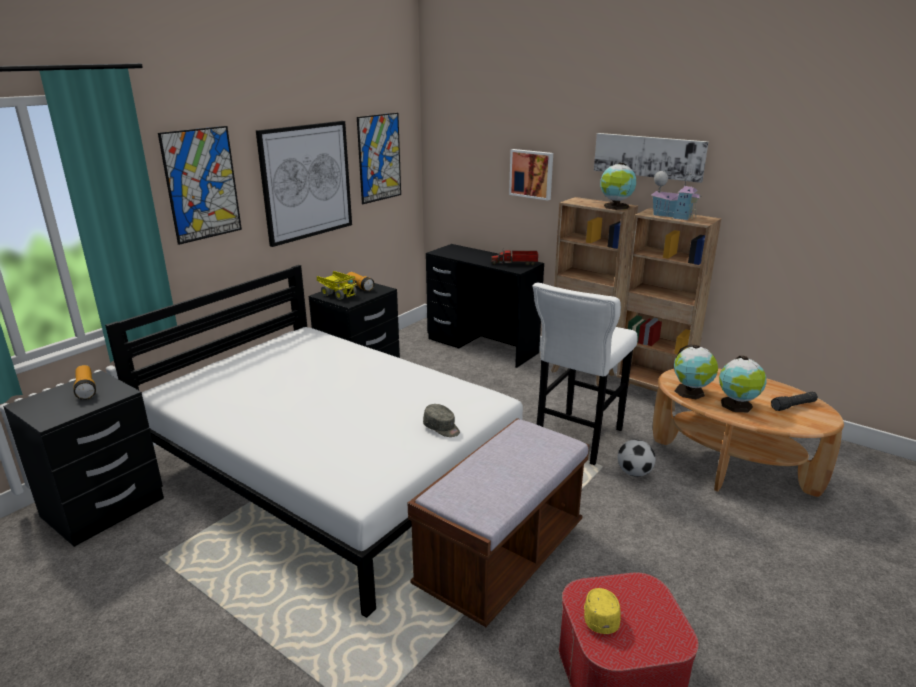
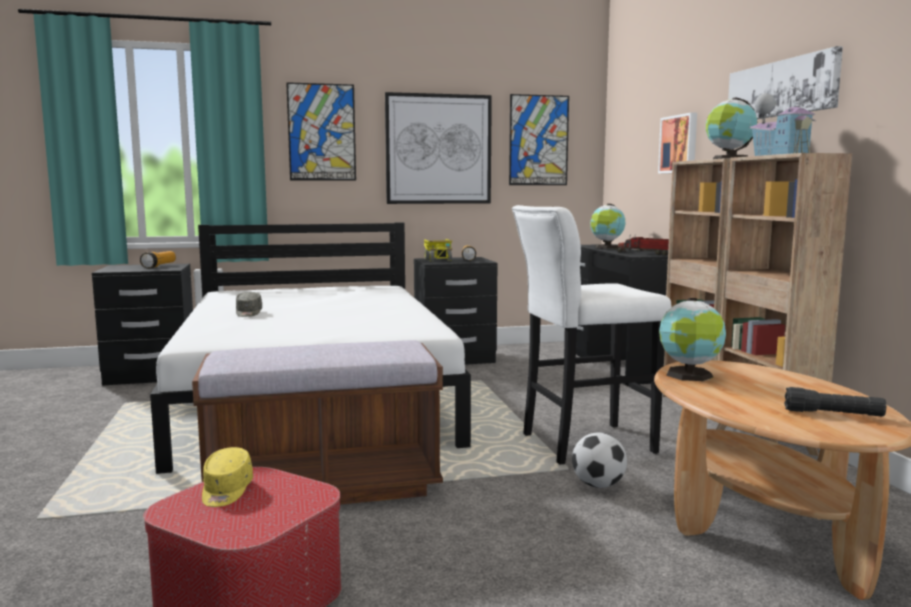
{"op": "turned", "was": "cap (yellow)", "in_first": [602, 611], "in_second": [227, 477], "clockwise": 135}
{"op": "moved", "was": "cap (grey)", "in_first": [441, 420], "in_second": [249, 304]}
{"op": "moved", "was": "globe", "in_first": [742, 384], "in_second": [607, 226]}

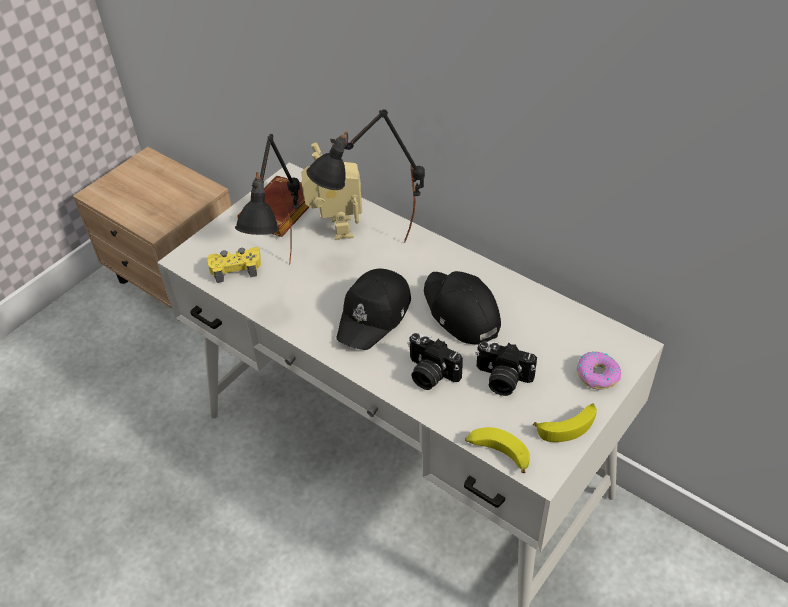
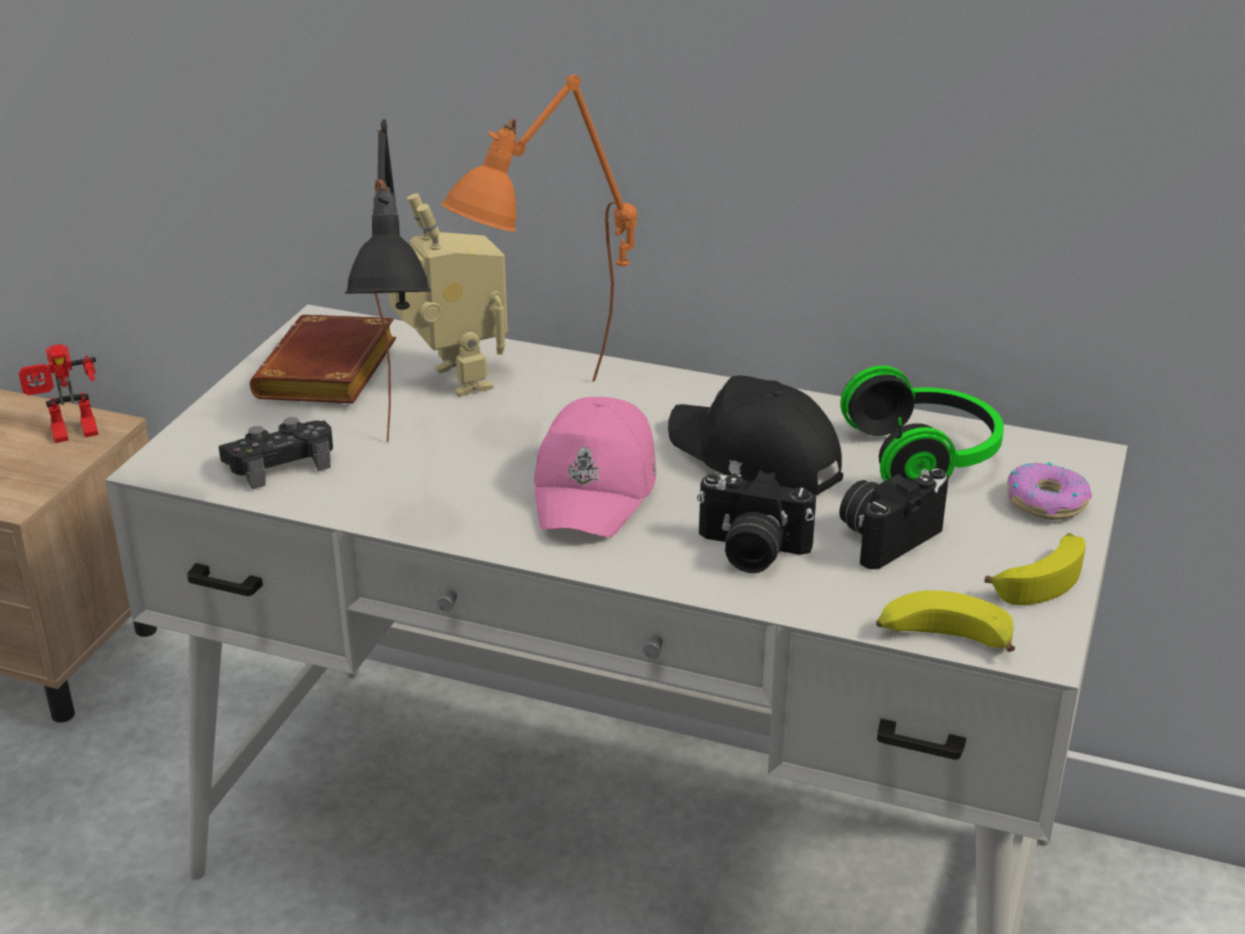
{"op": "added", "now": "toy robot", "in_second": [58, 393]}
{"op": "recoloured", "was": "game controller (yellow)", "now": "game controller (black)", "in_first": [234, 265], "in_second": [276, 453]}
{"op": "recoloured", "was": "table lamp (black)", "now": "table lamp (orange)", "in_first": [365, 175], "in_second": [539, 228]}
{"op": "recoloured", "was": "cap (black)", "now": "cap (pink)", "in_first": [373, 309], "in_second": [595, 467]}
{"op": "added", "now": "headphones", "in_second": [922, 423]}
{"op": "turned", "was": "photo camera", "in_first": [506, 368], "in_second": [894, 518], "clockwise": 135}

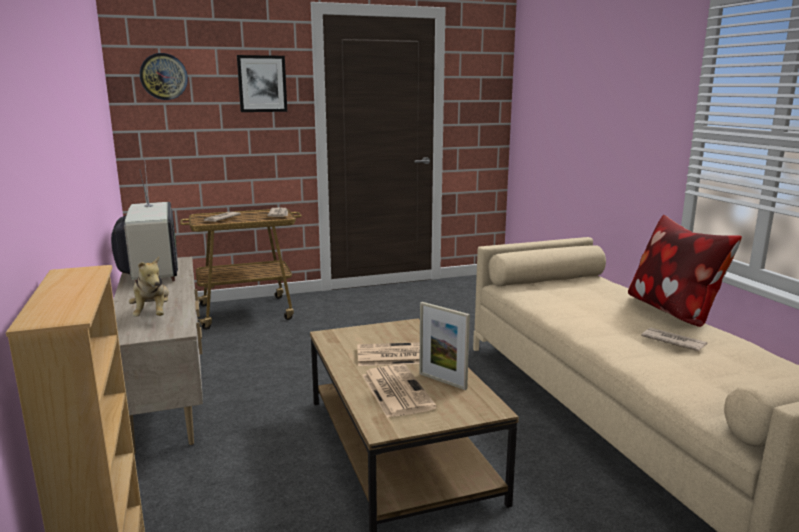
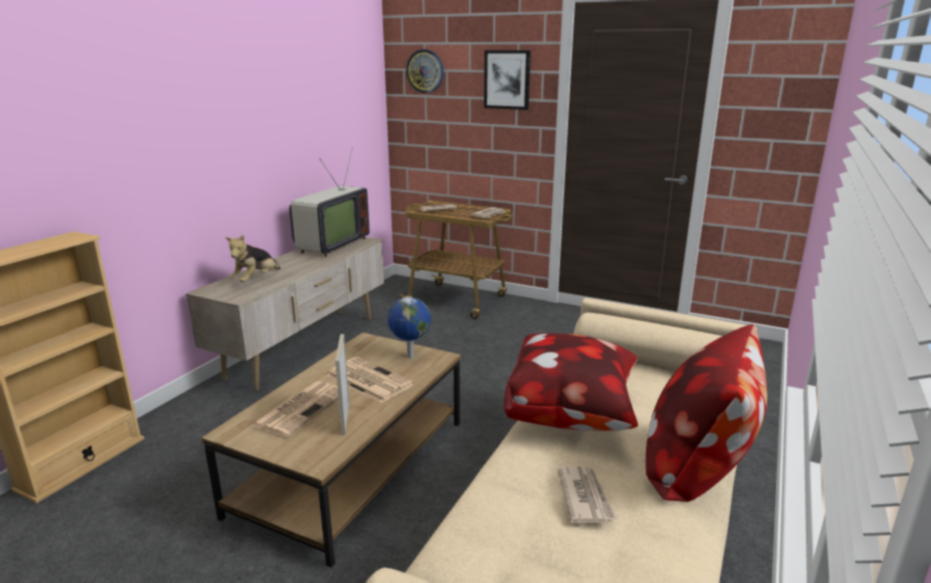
{"op": "added", "now": "globe", "in_second": [409, 327]}
{"op": "added", "now": "pillow", "in_second": [571, 382]}

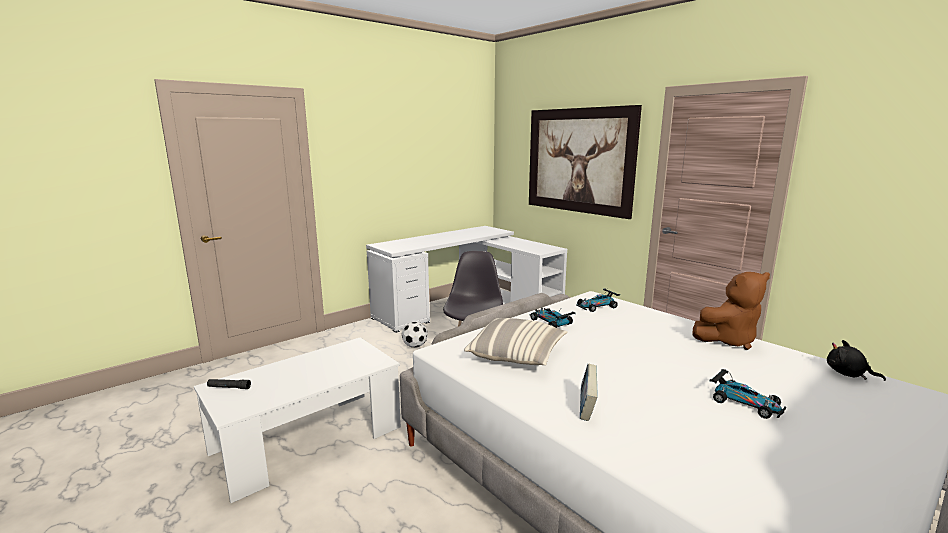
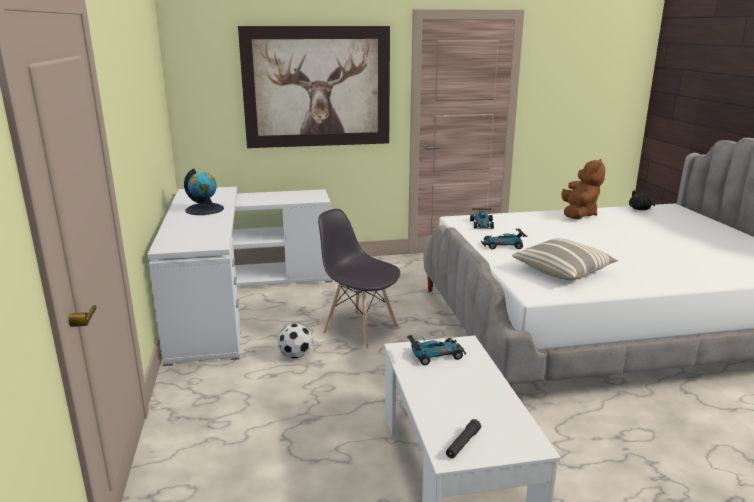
{"op": "added", "now": "globe", "in_second": [204, 192]}
{"op": "moved", "was": "toy car", "in_first": [748, 394], "in_second": [436, 350]}
{"op": "removed", "was": "book", "in_first": [588, 392]}

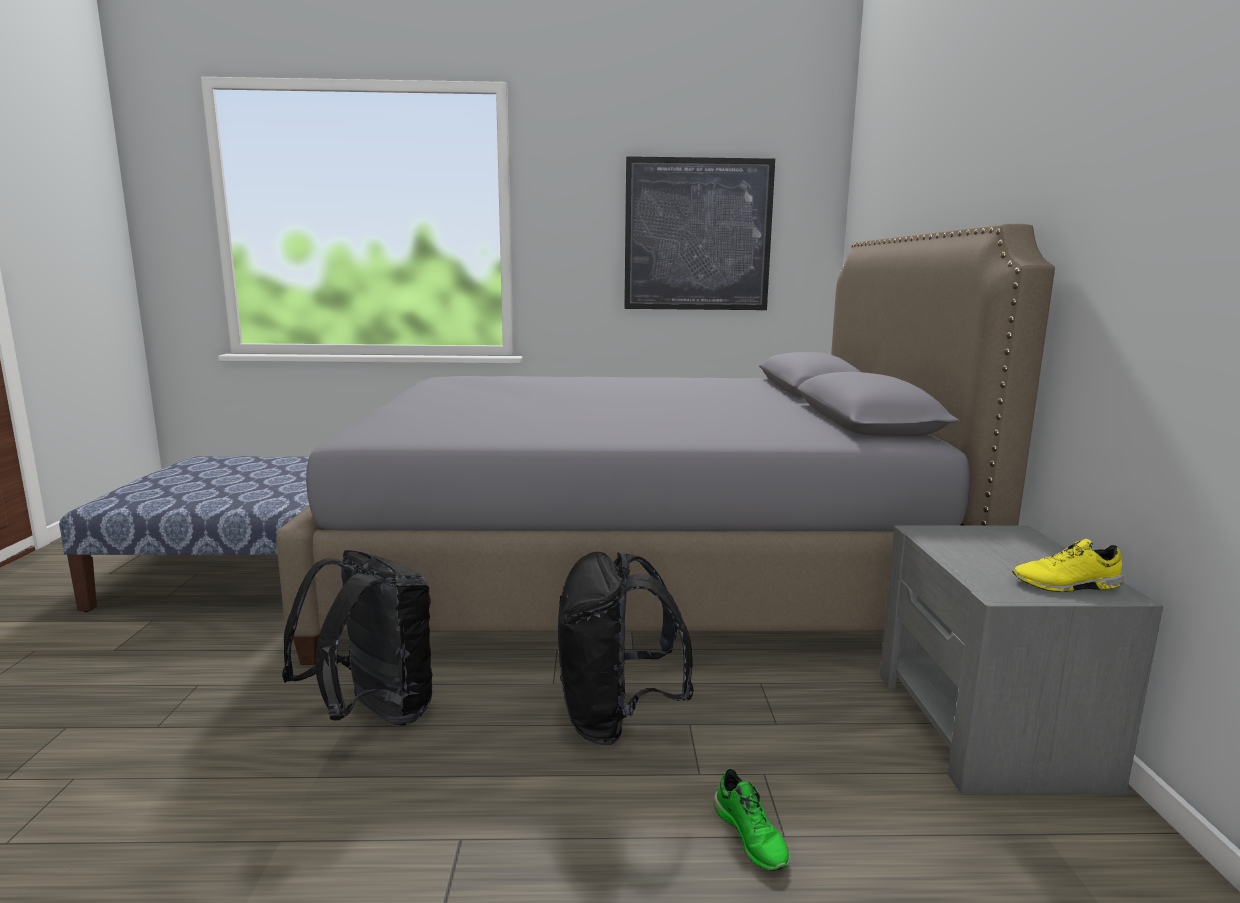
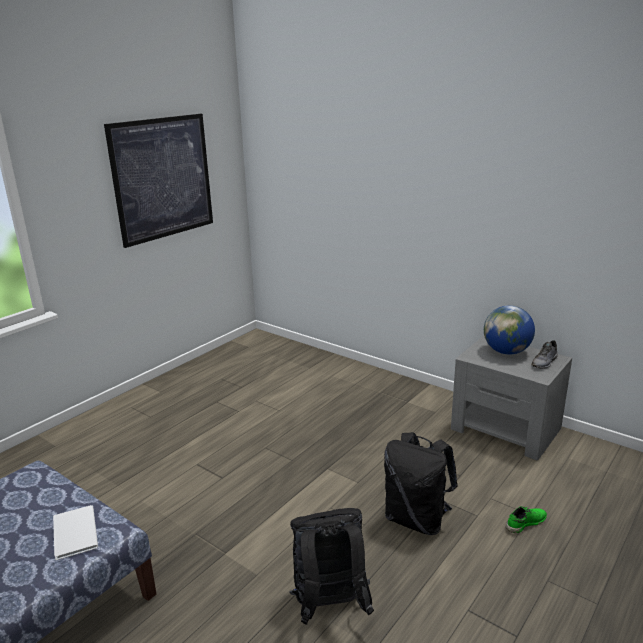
{"op": "added", "now": "book (white)", "in_second": [75, 532]}
{"op": "added", "now": "globe", "in_second": [509, 330]}
{"op": "turned", "was": "shoe (green)", "in_first": [751, 819], "in_second": [526, 519], "clockwise": -45}
{"op": "recoloured", "was": "shoe (yellow)", "now": "shoe (grey)", "in_first": [1068, 565], "in_second": [544, 354]}
{"op": "removed", "was": "bed (grey)", "in_first": [665, 444]}

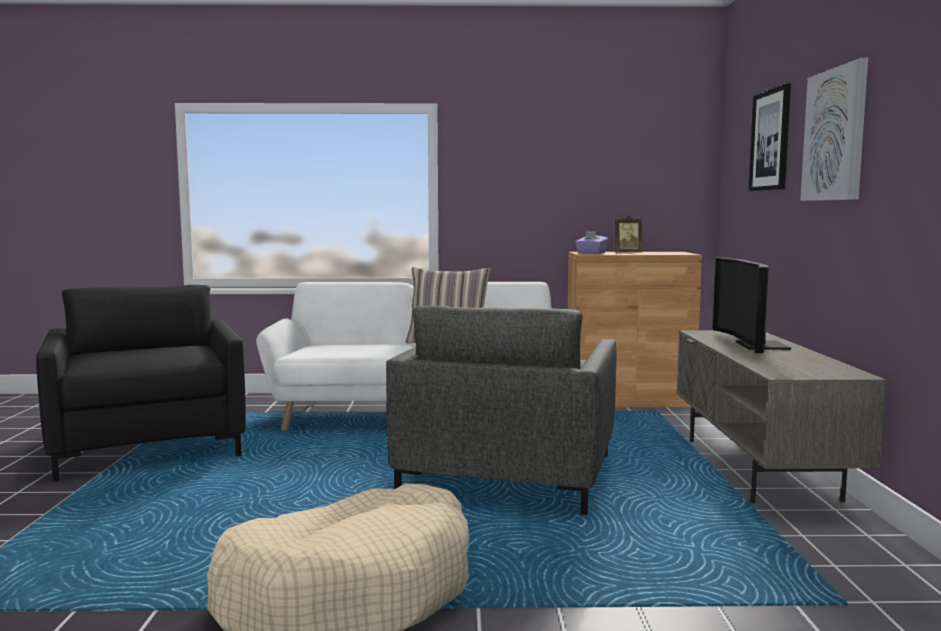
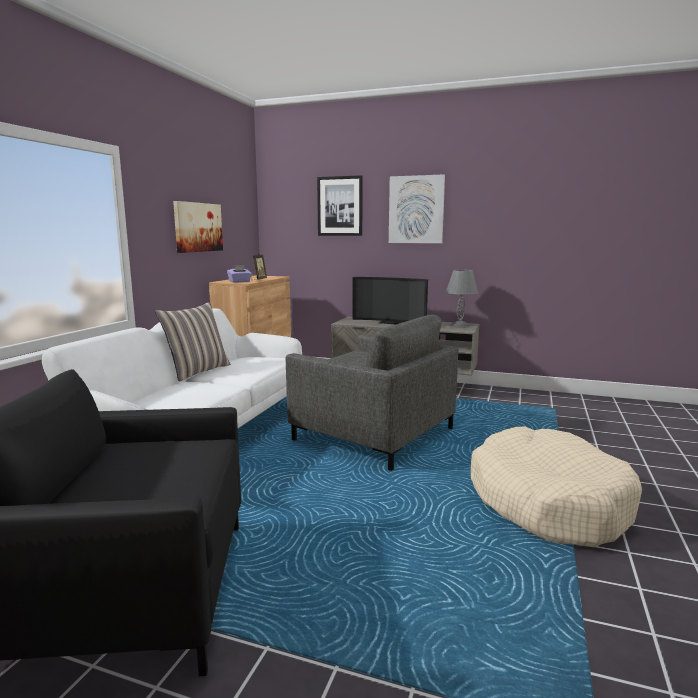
{"op": "added", "now": "picture", "in_second": [198, 227]}
{"op": "added", "now": "table lamp (grey)", "in_second": [462, 299]}

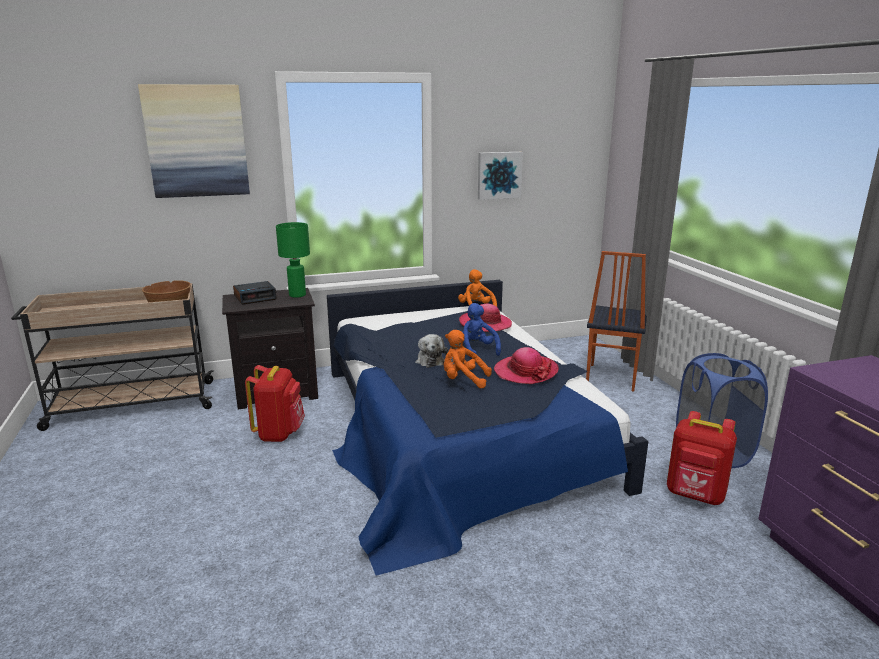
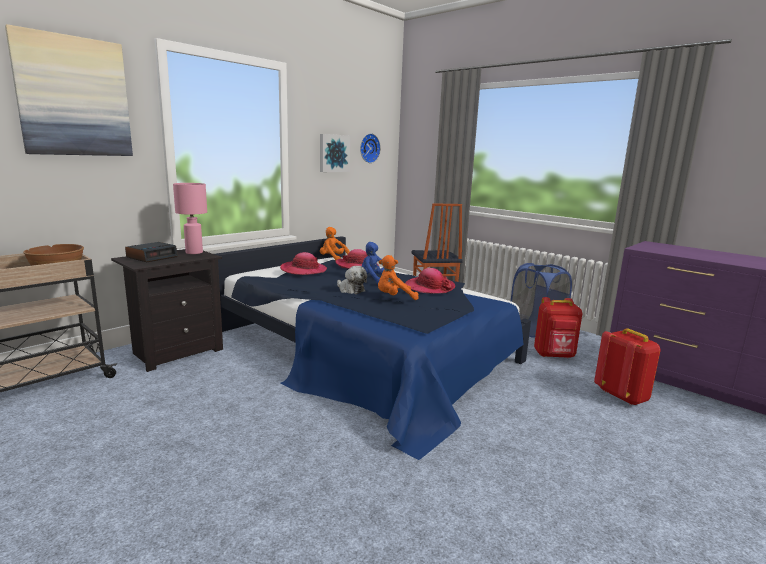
{"op": "recoloured", "was": "table lamp (green)", "now": "table lamp (pink)", "in_first": [293, 260], "in_second": [190, 218]}
{"op": "added", "now": "hat", "in_second": [303, 263]}
{"op": "added", "now": "wall clock", "in_second": [370, 148]}
{"op": "moved", "was": "backpack (red)", "in_first": [275, 403], "in_second": [627, 366]}

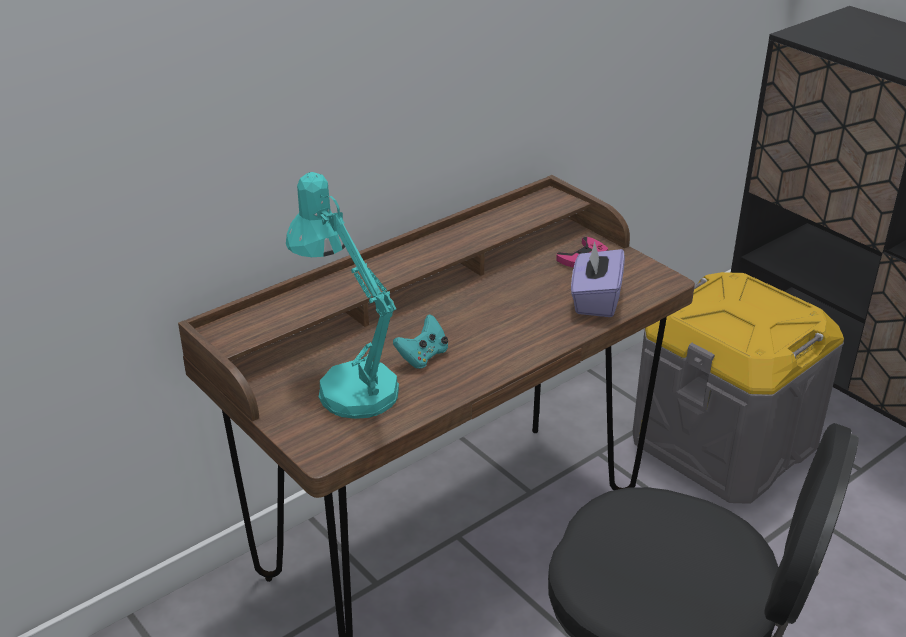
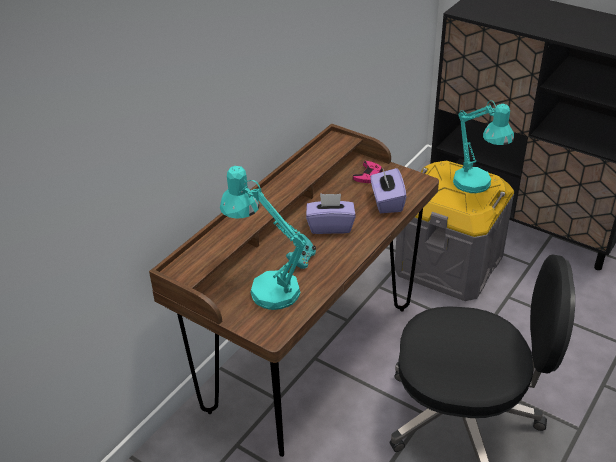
{"op": "added", "now": "tissue box (purple)", "in_second": [331, 213]}
{"op": "added", "now": "table lamp (turquoise)", "in_second": [483, 146]}

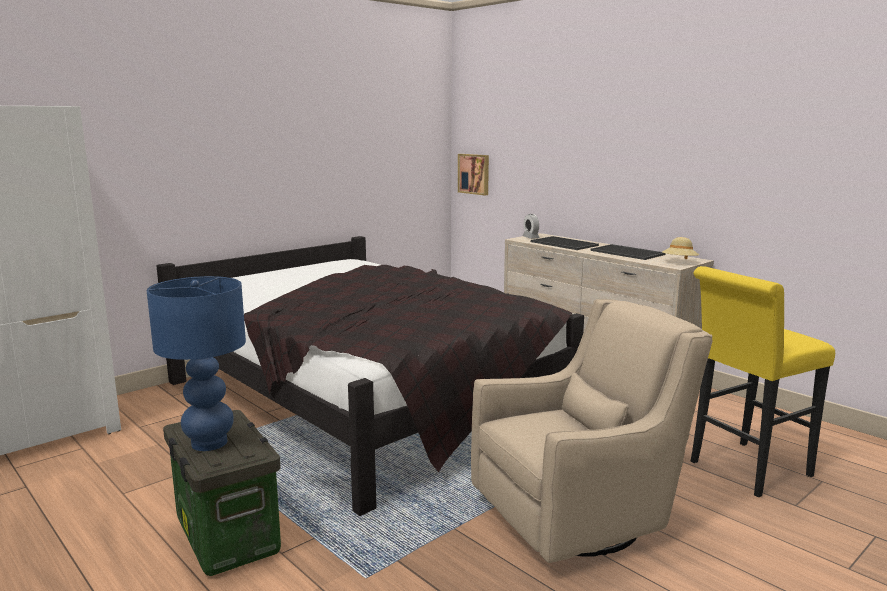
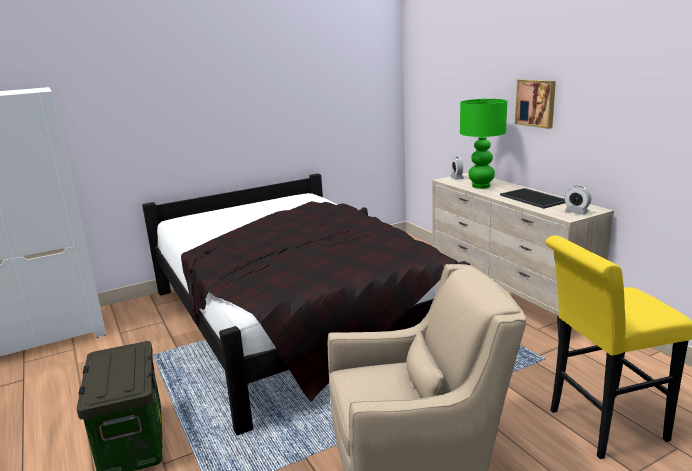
{"op": "replaced", "was": "tray", "now": "table lamp (green)", "in_first": [565, 243], "in_second": [483, 143]}
{"op": "moved", "was": "picture", "in_first": [473, 174], "in_second": [535, 104]}
{"op": "replaced", "was": "hat (beige)", "now": "alarm clock", "in_first": [680, 248], "in_second": [577, 200]}
{"op": "removed", "was": "table lamp (blue)", "in_first": [196, 363]}

